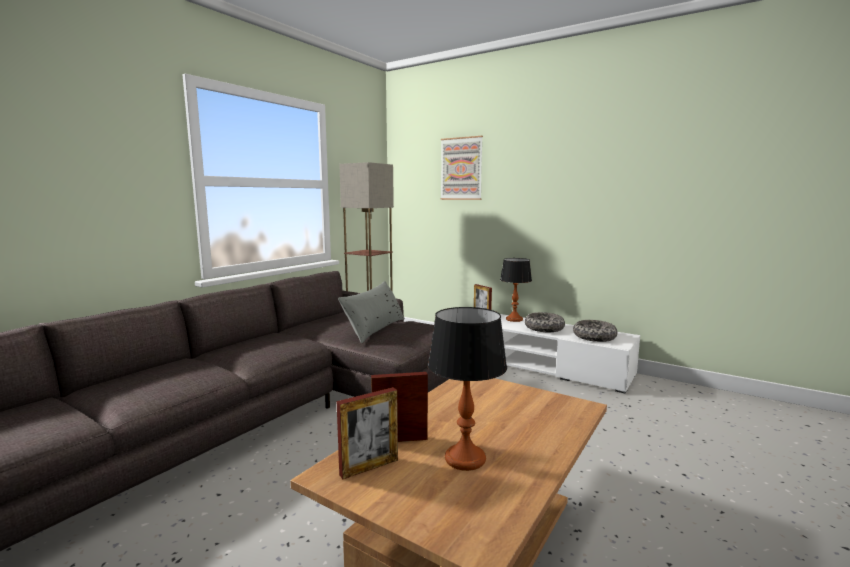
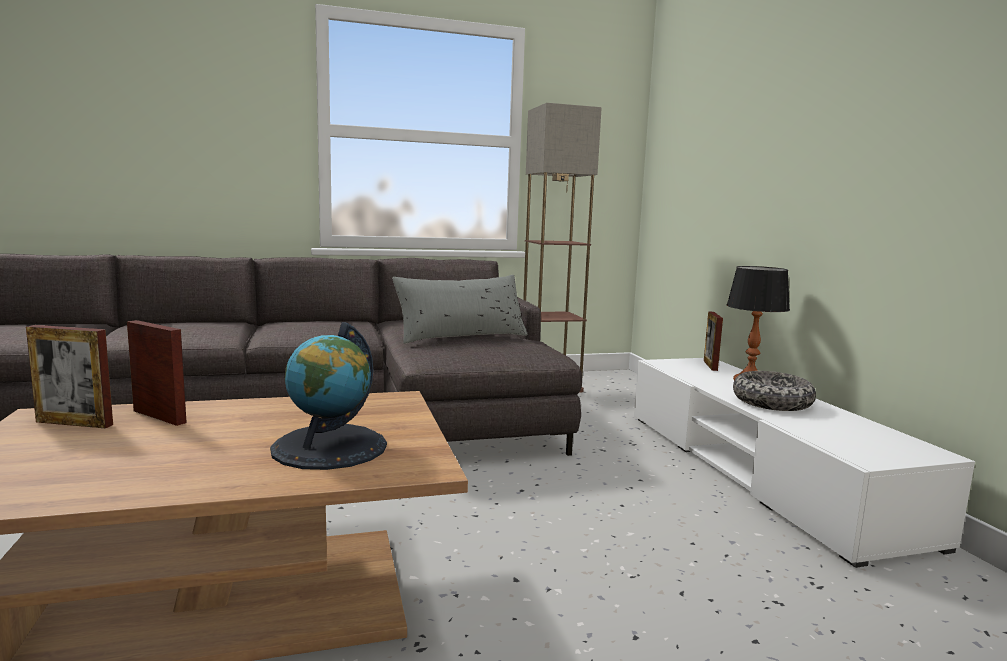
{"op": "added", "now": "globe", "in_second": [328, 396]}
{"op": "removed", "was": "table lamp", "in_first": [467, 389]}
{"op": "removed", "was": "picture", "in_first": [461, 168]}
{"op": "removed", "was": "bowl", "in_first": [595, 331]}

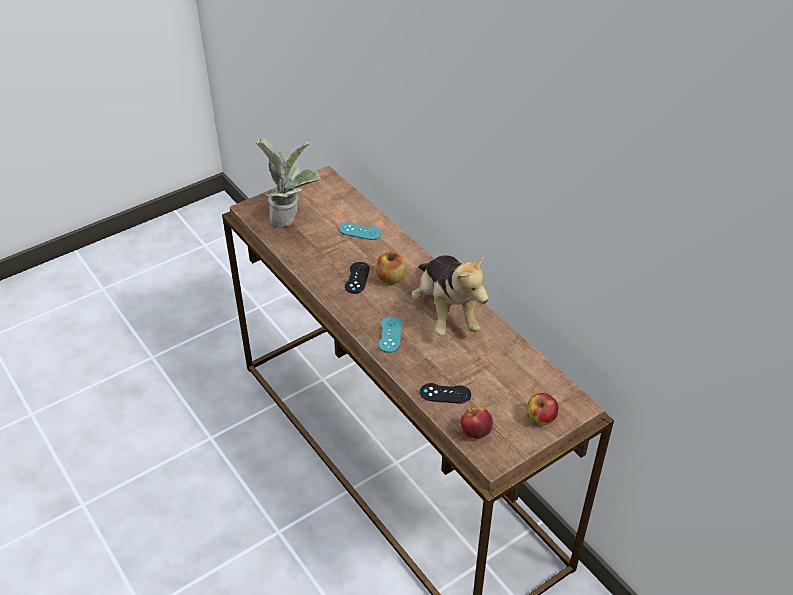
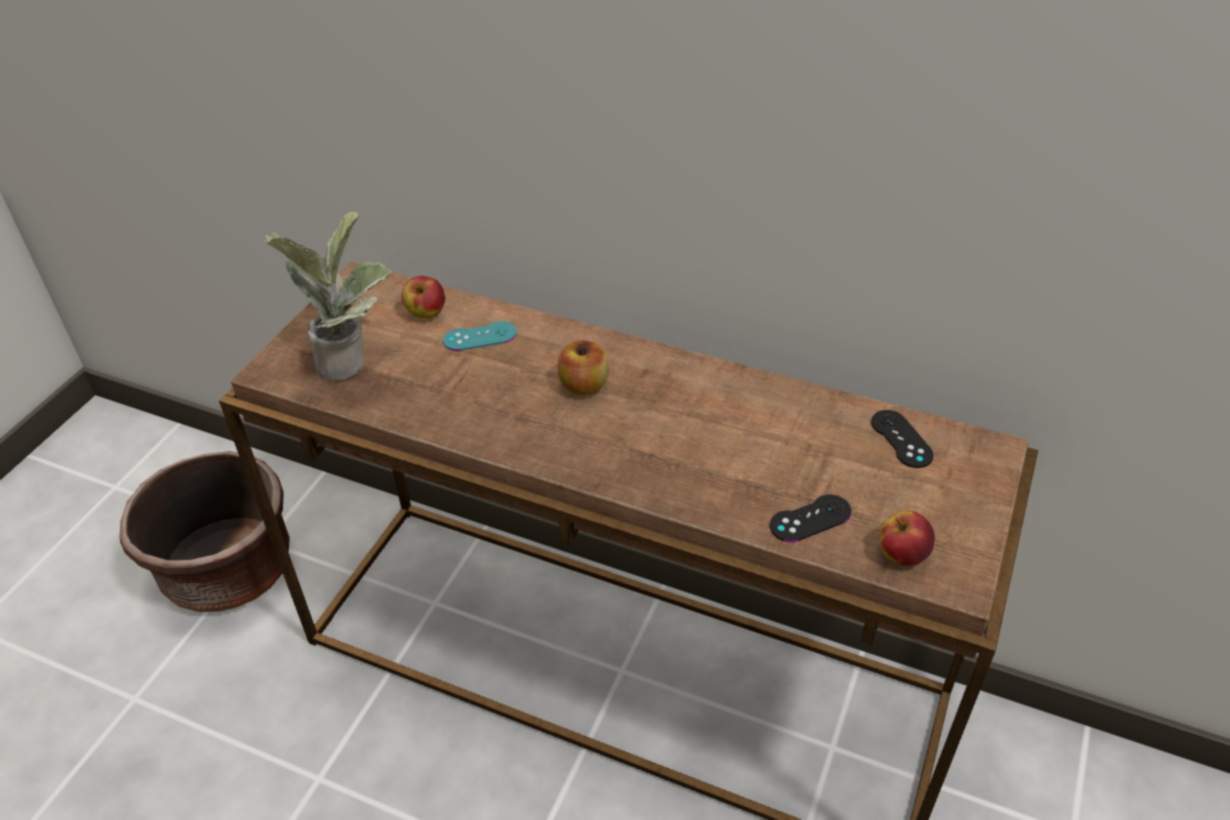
{"op": "added", "now": "planter (brown)", "in_second": [205, 531]}
{"op": "moved", "was": "apple", "in_first": [542, 409], "in_second": [423, 297]}
{"op": "moved", "was": "game controller (black)", "in_first": [357, 278], "in_second": [902, 439]}
{"op": "removed", "was": "game controller (turquoise)", "in_first": [390, 335]}
{"op": "removed", "was": "plush toy", "in_first": [450, 295]}

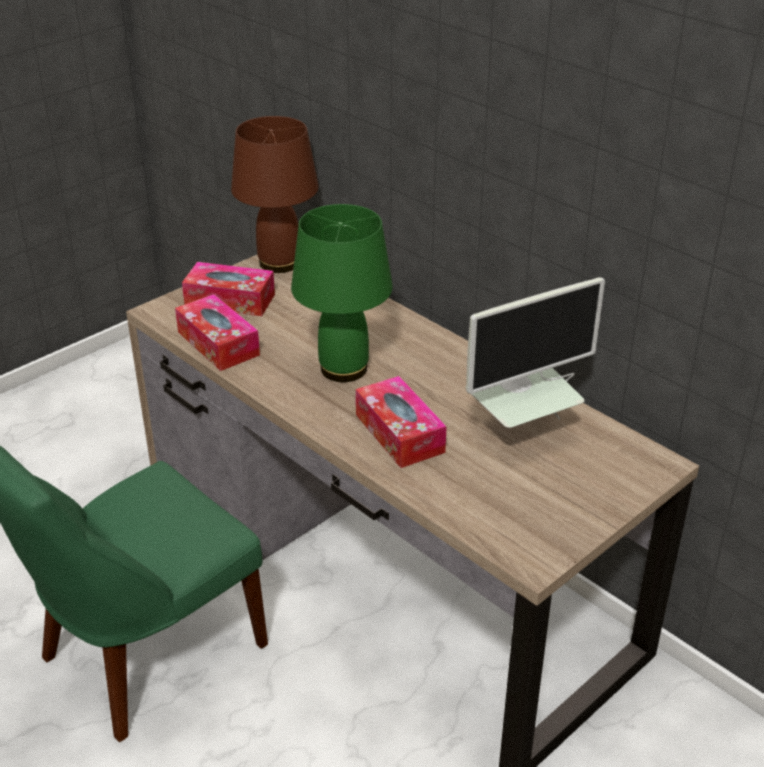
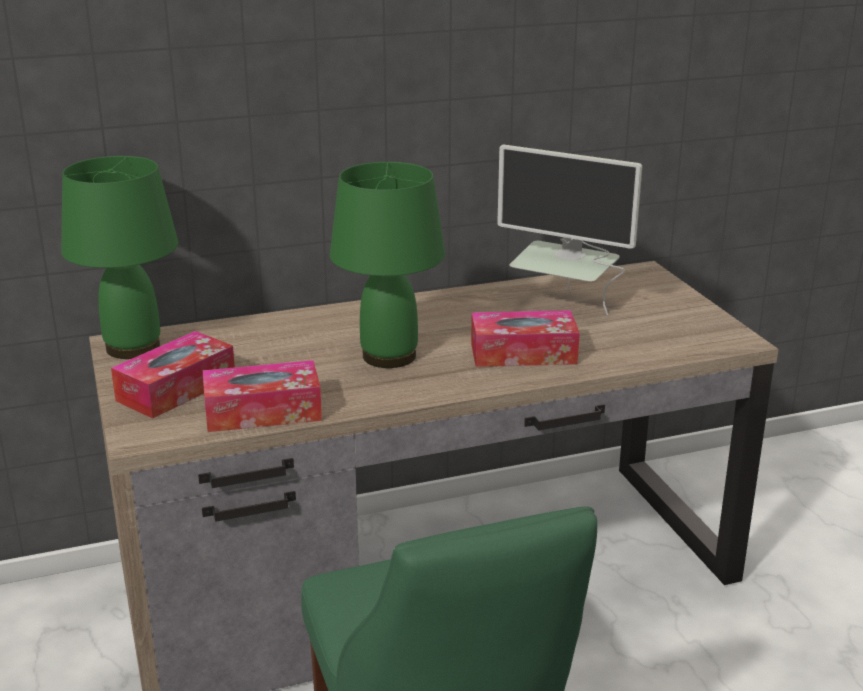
{"op": "recoloured", "was": "table lamp (brown)", "now": "table lamp (green)", "in_first": [275, 194], "in_second": [119, 257]}
{"op": "turned", "was": "monitor", "in_first": [535, 352], "in_second": [569, 230], "clockwise": 120}

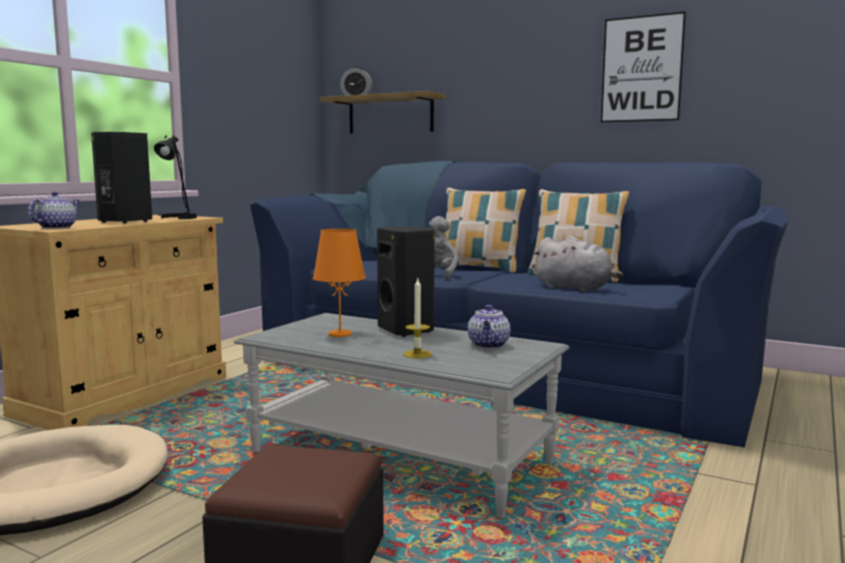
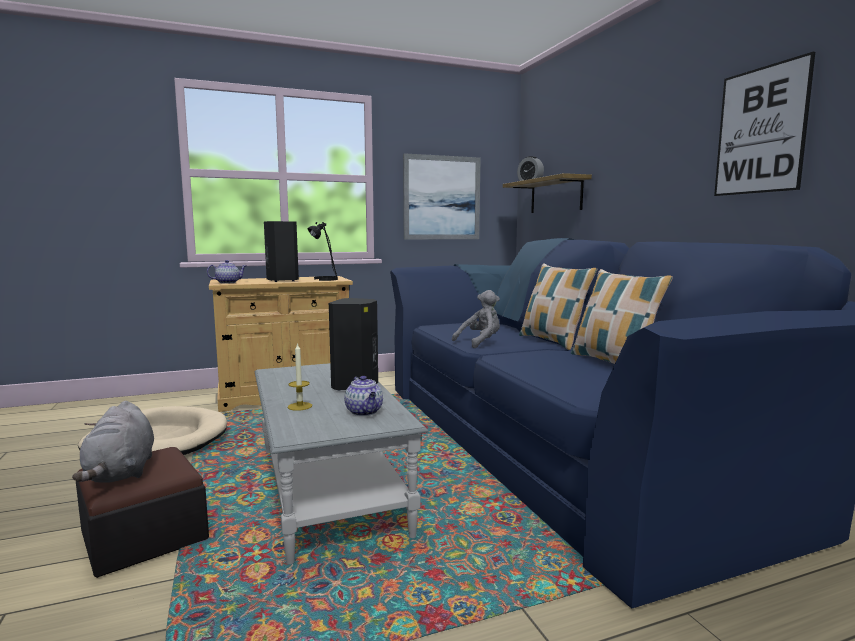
{"op": "moved", "was": "plush toy (grey)", "in_first": [577, 263], "in_second": [113, 442]}
{"op": "turned", "was": "teapot", "in_first": [489, 327], "in_second": [363, 396], "clockwise": -75}
{"op": "added", "now": "picture", "in_second": [442, 196]}
{"op": "removed", "was": "table lamp (orange)", "in_first": [339, 283]}

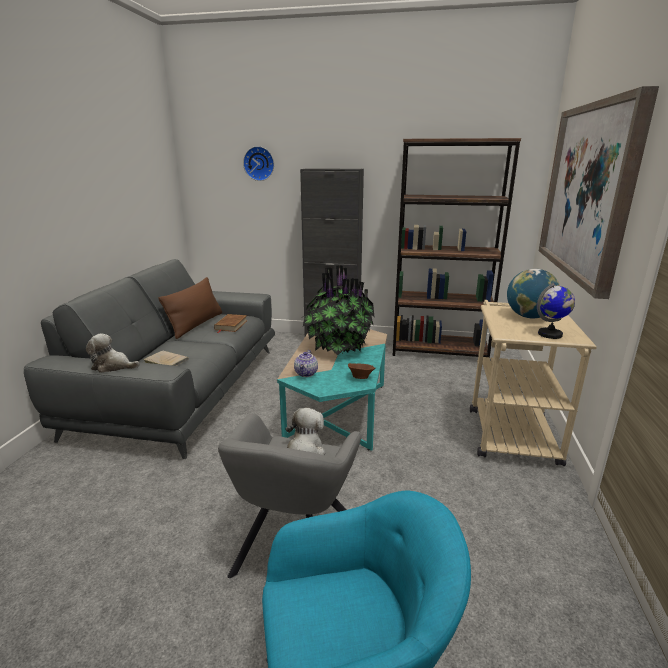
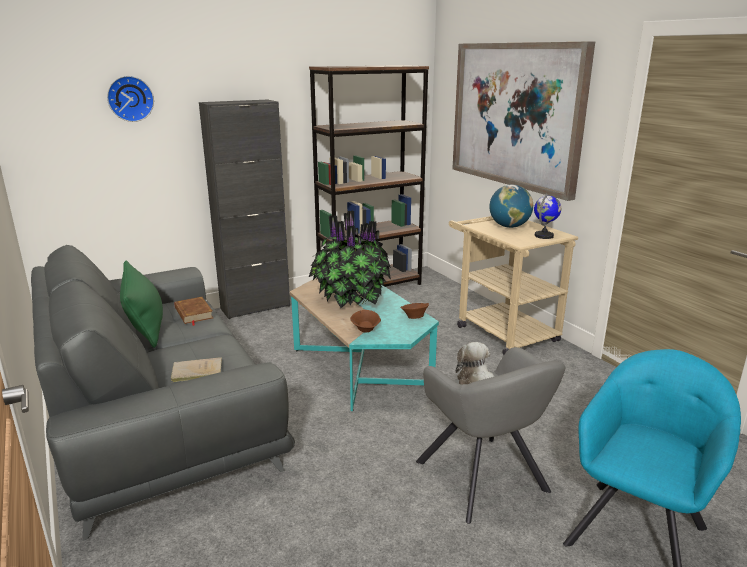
{"op": "recoloured", "was": "pillow (brown)", "now": "pillow (green)", "in_first": [190, 308], "in_second": [141, 304]}
{"op": "replaced", "was": "teapot", "now": "bowl (brown)", "in_first": [306, 363], "in_second": [365, 321]}
{"op": "removed", "was": "plush toy", "in_first": [112, 353]}

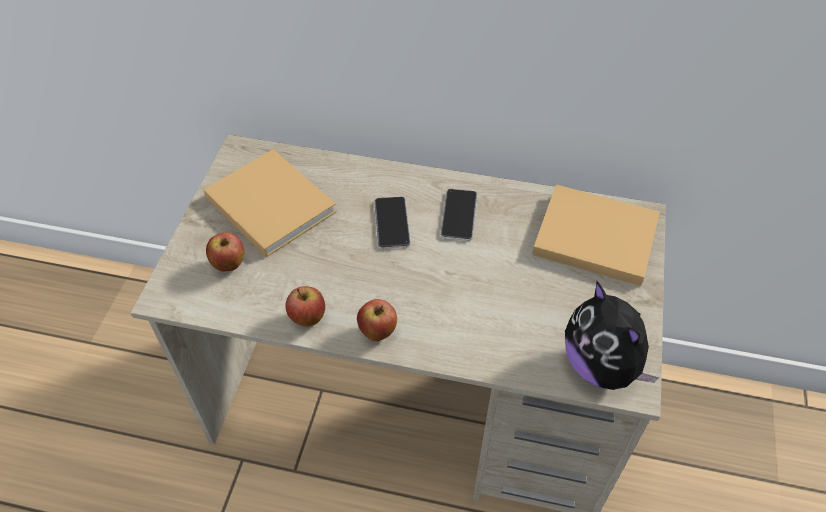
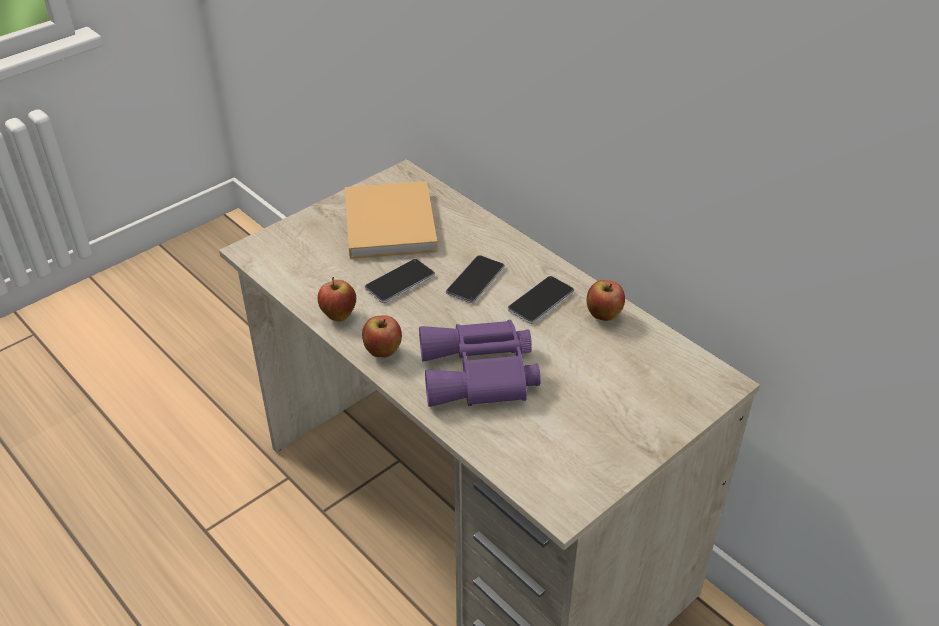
{"op": "added", "now": "phone", "in_second": [399, 281]}
{"op": "added", "now": "binoculars (purple)", "in_second": [480, 363]}
{"op": "moved", "was": "apple", "in_first": [225, 252], "in_second": [606, 300]}
{"op": "removed", "was": "book (beige)", "in_first": [596, 235]}
{"op": "removed", "was": "plush toy", "in_first": [611, 335]}

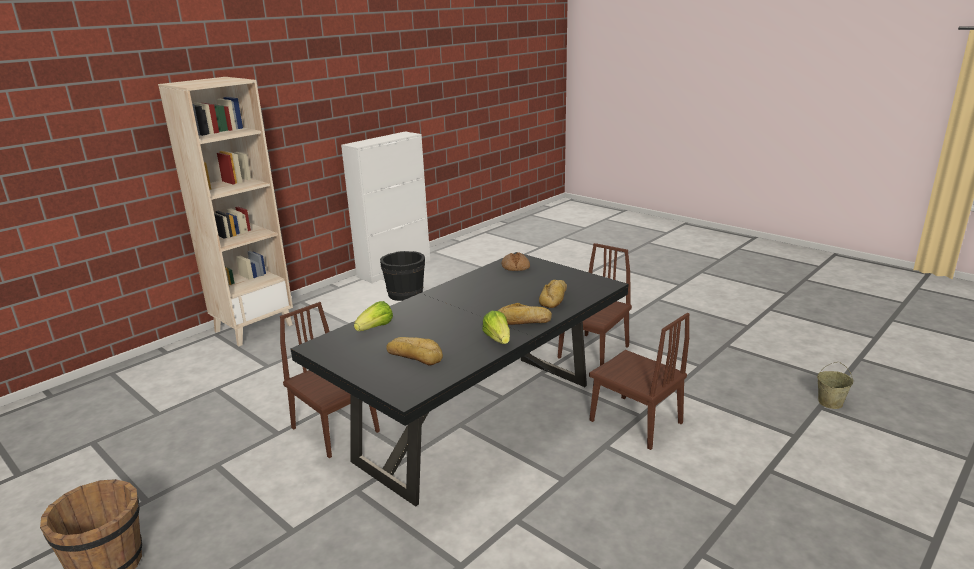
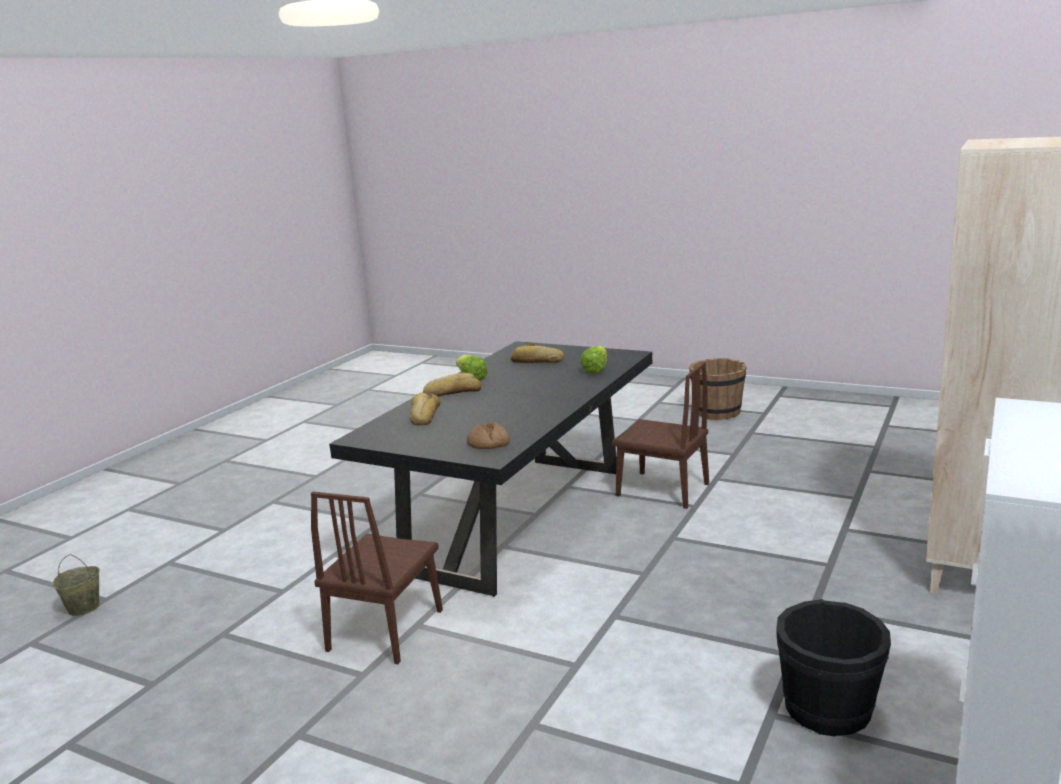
{"op": "removed", "was": "chair (brown)", "in_first": [639, 381]}

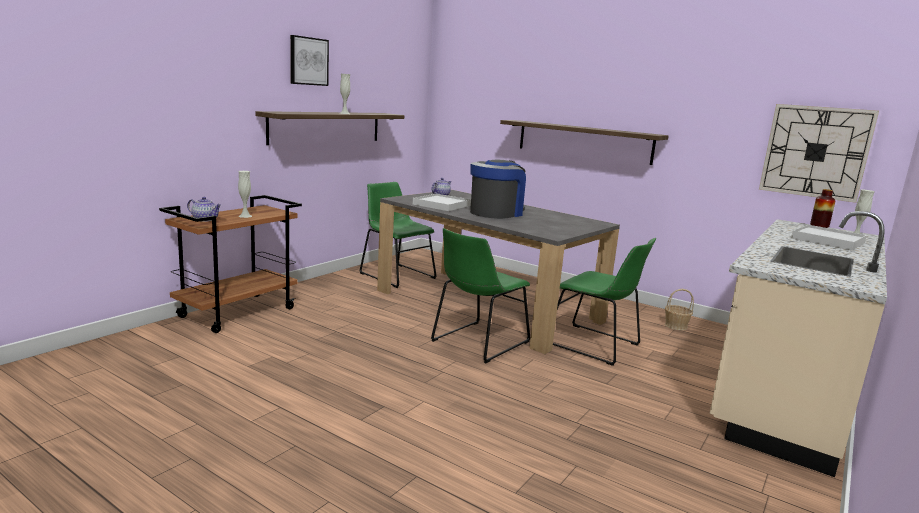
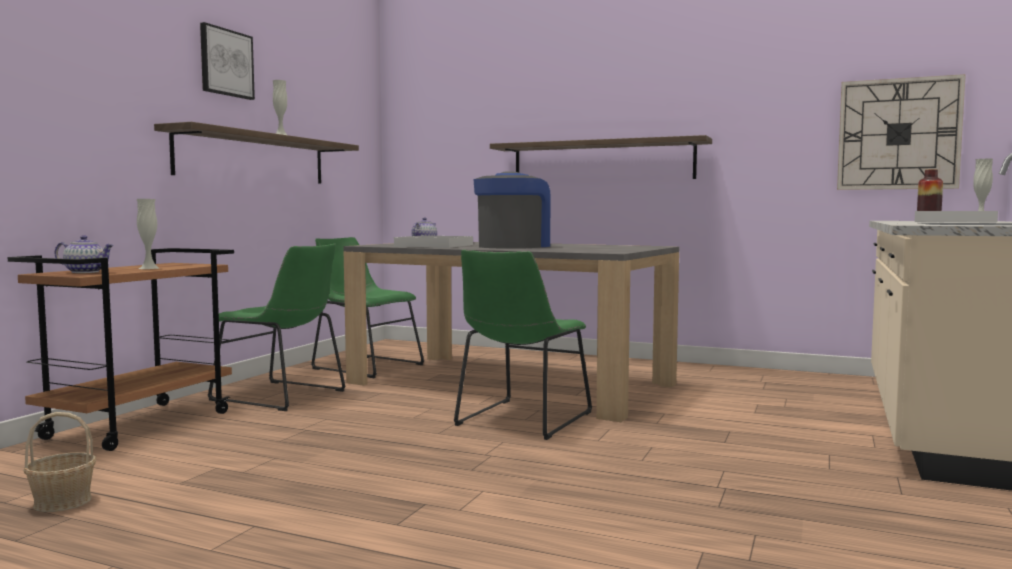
{"op": "moved", "was": "basket", "in_first": [679, 309], "in_second": [59, 462]}
{"op": "moved", "was": "chair (green)", "in_first": [604, 302], "in_second": [276, 327]}

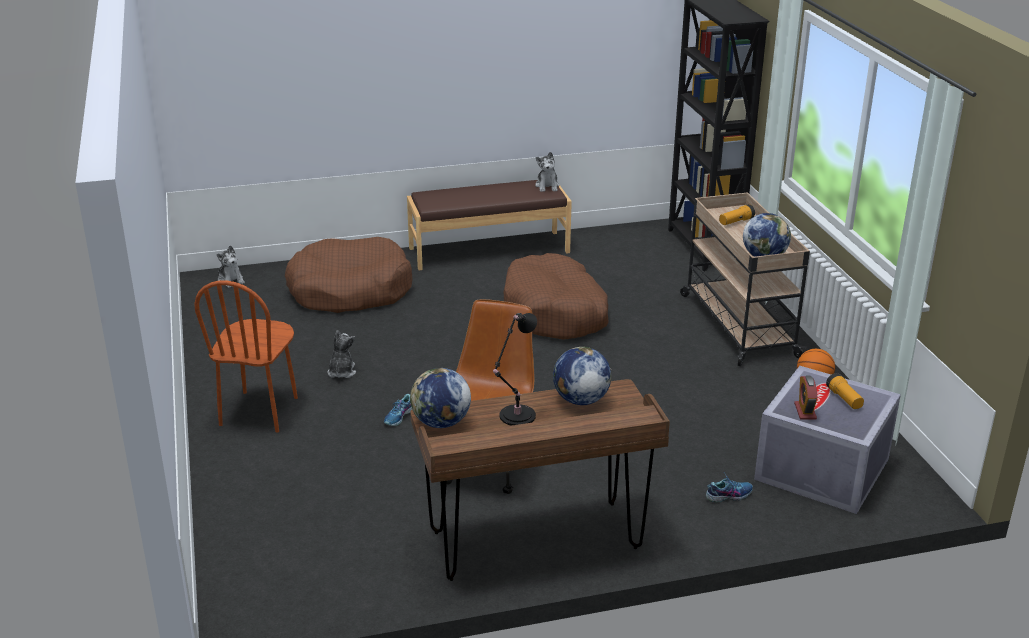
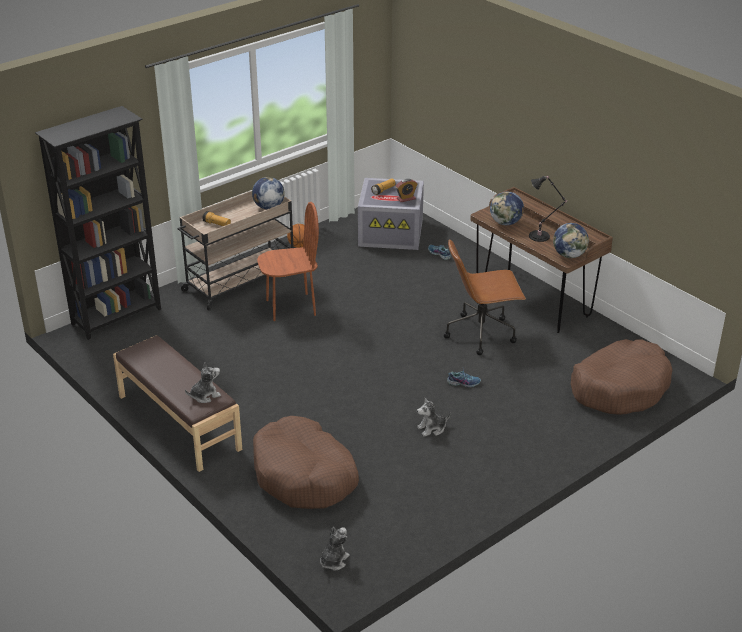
{"op": "moved", "was": "plush toy", "in_first": [547, 172], "in_second": [203, 382]}
{"op": "moved", "was": "chair (brown)", "in_first": [246, 356], "in_second": [288, 261]}
{"op": "moved", "was": "dog bed (brown)", "in_first": [556, 296], "in_second": [622, 377]}

